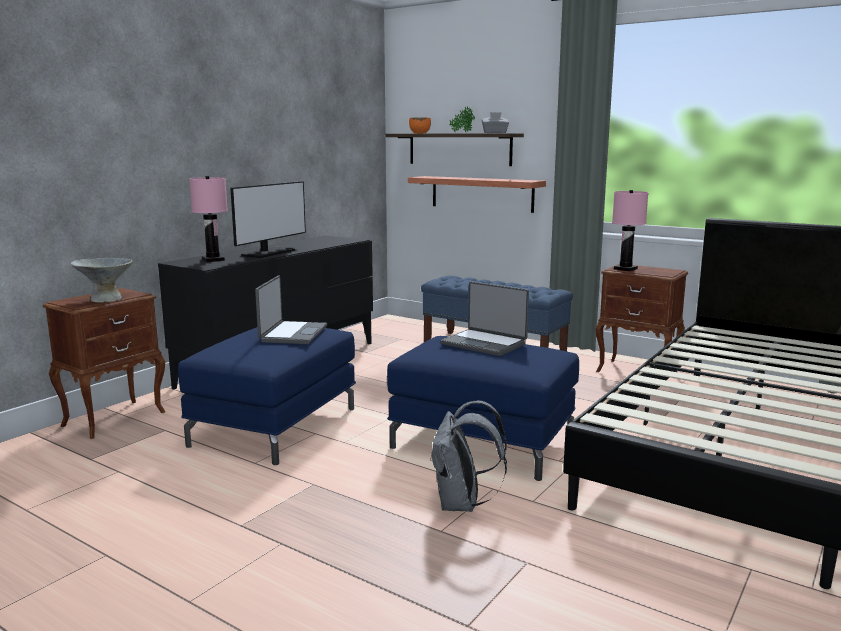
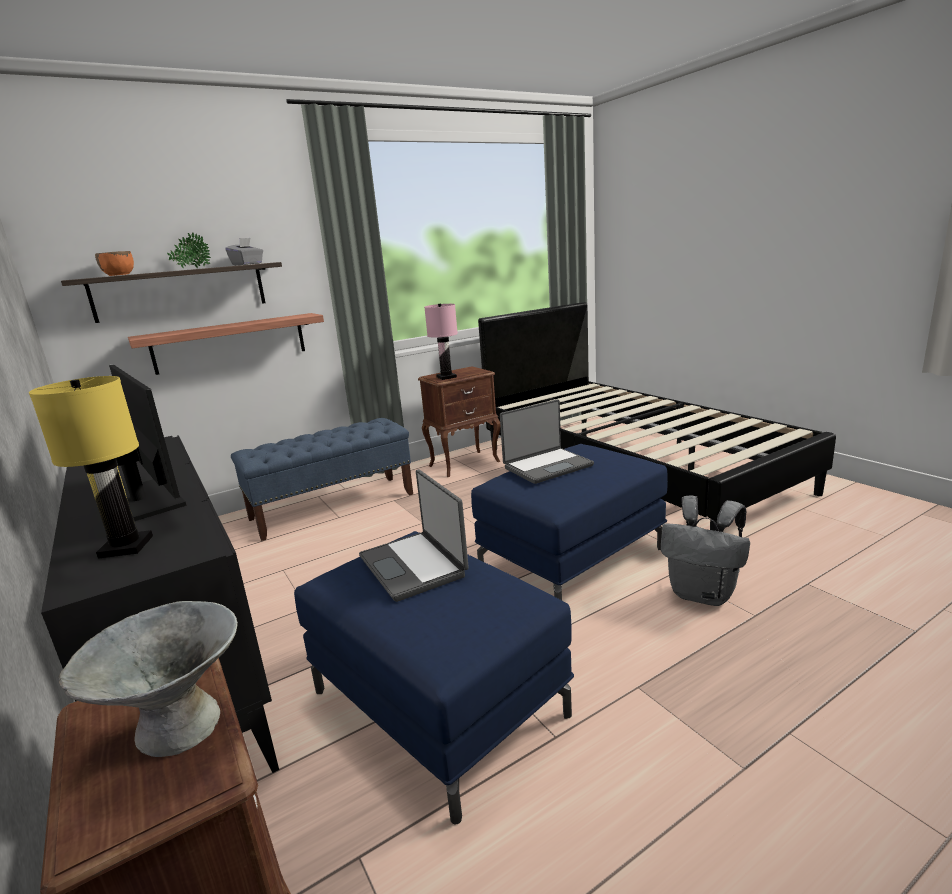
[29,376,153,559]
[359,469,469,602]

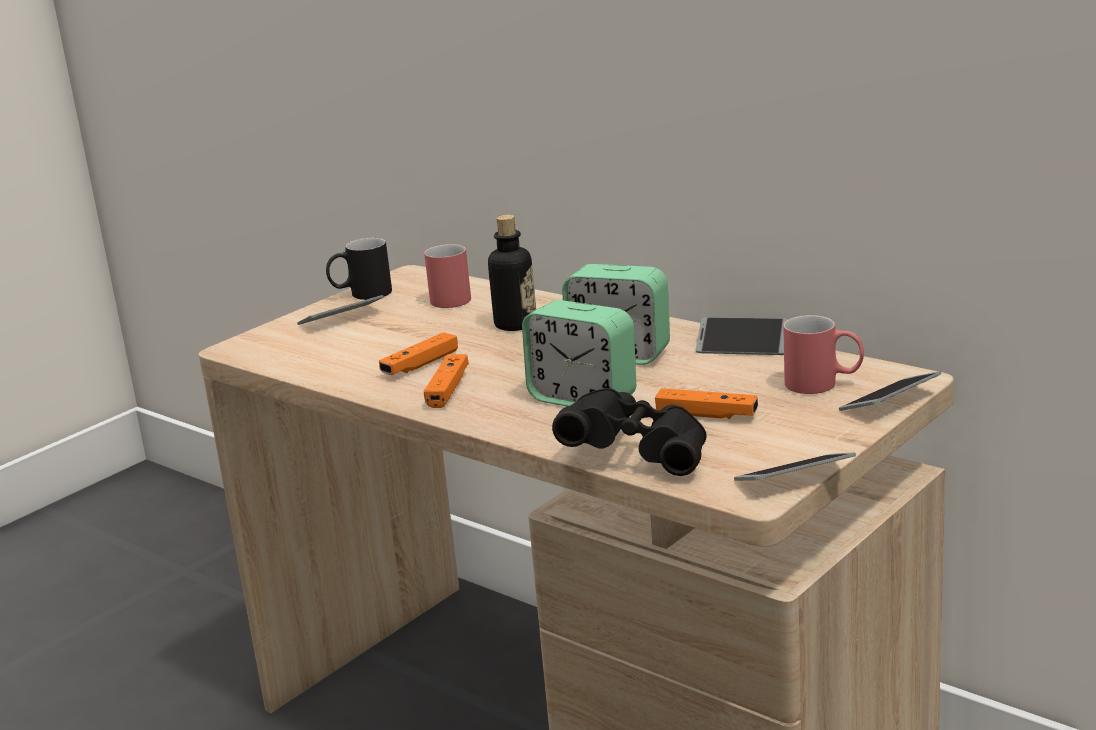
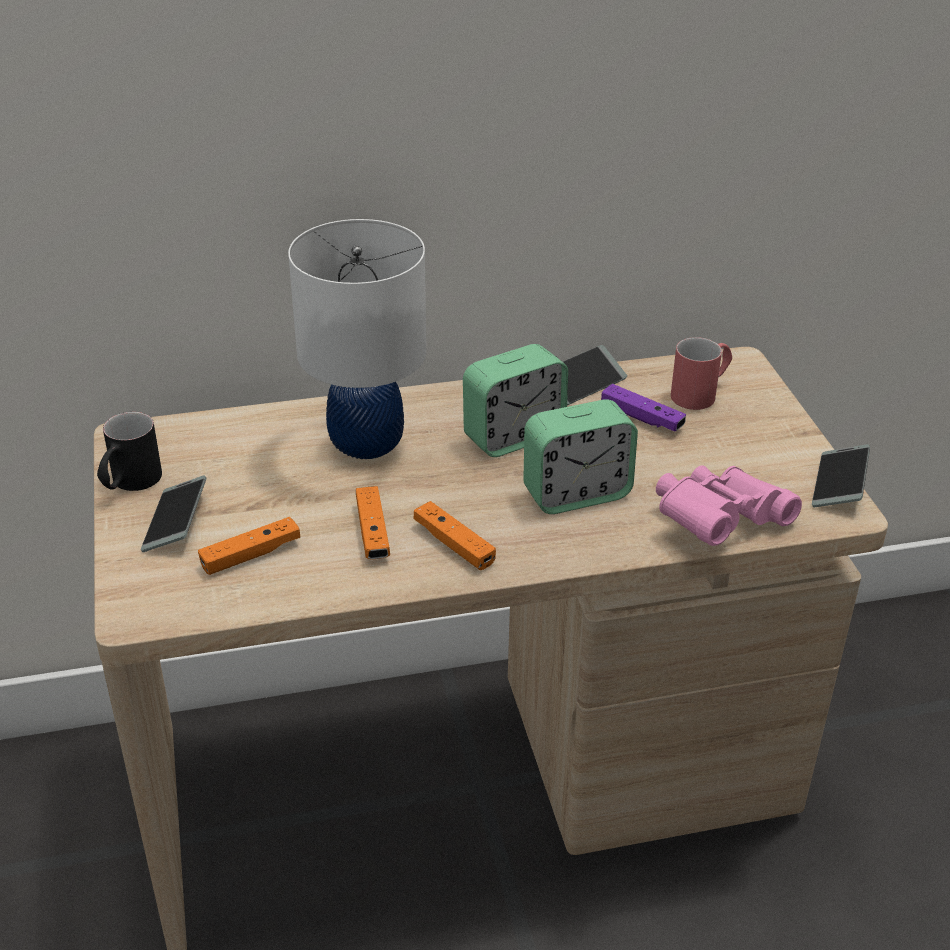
[288,219,426,459]
[424,244,471,308] (first image)
[839,371,941,411] (first image)
[656,465,802,546]
[198,517,300,575]
[601,384,686,431]

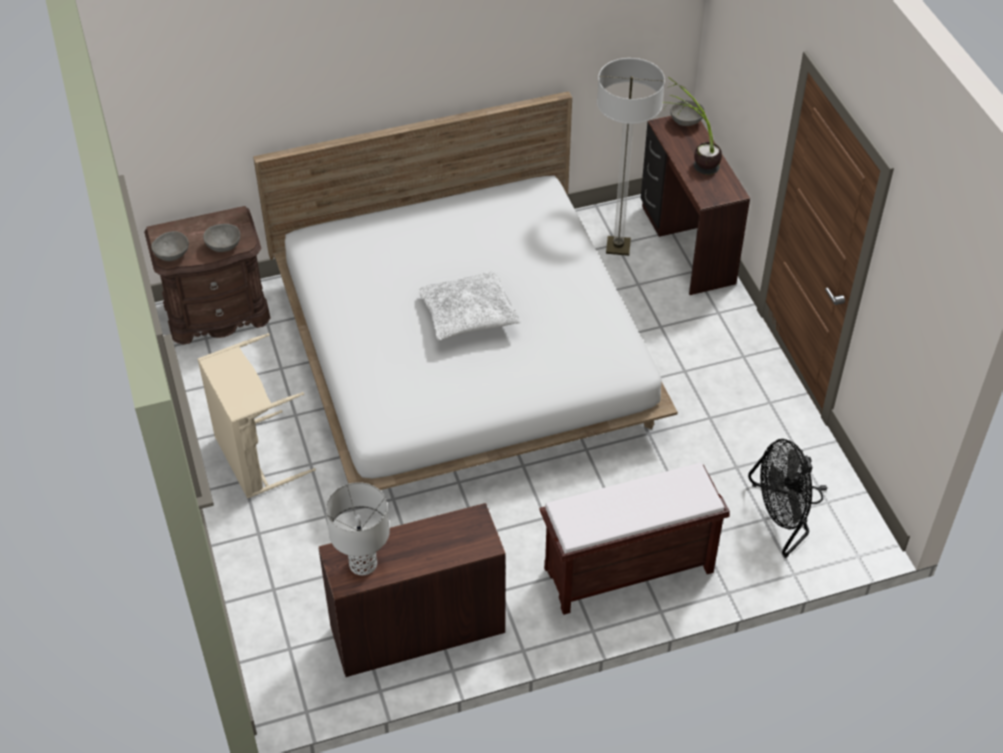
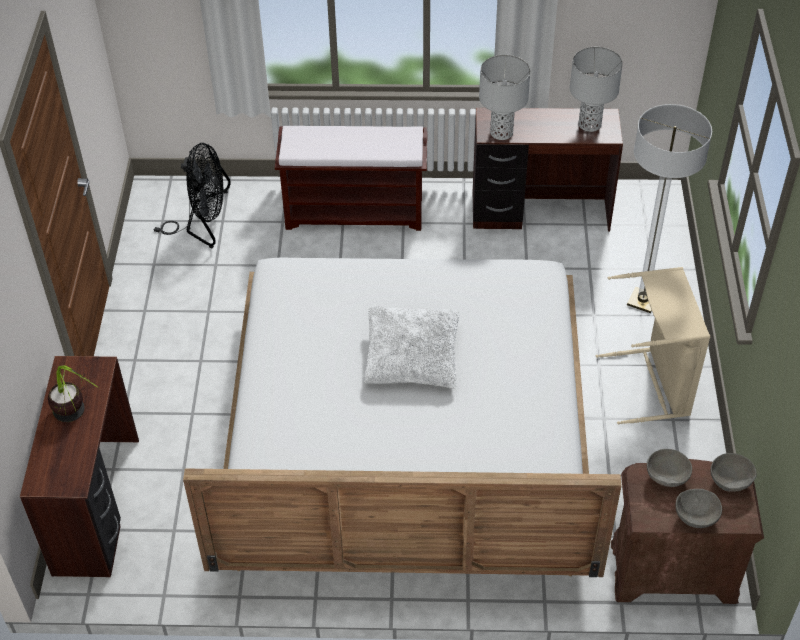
[627,104,712,313]
[676,489,722,528]
[479,55,530,140]

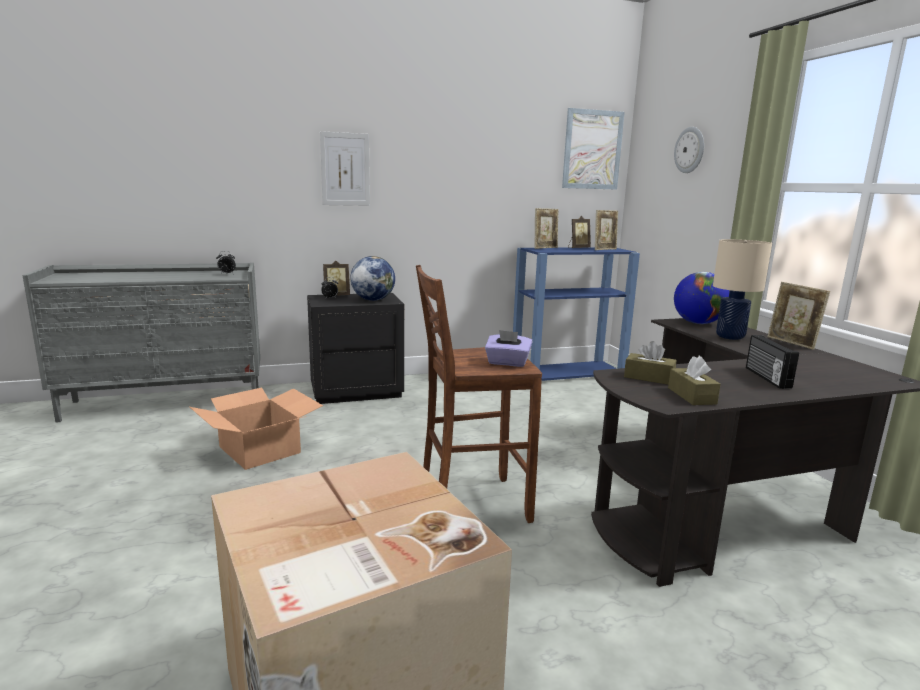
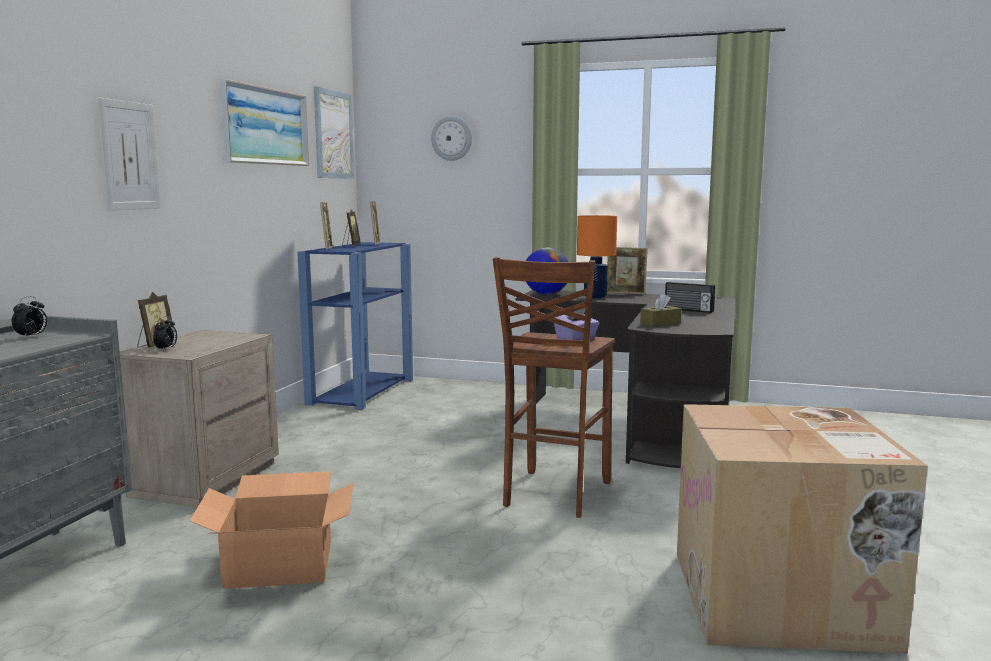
[577,215,617,298]
[350,256,395,301] (first image)
[120,330,279,508]
[668,356,721,405] (first image)
[220,79,309,166]

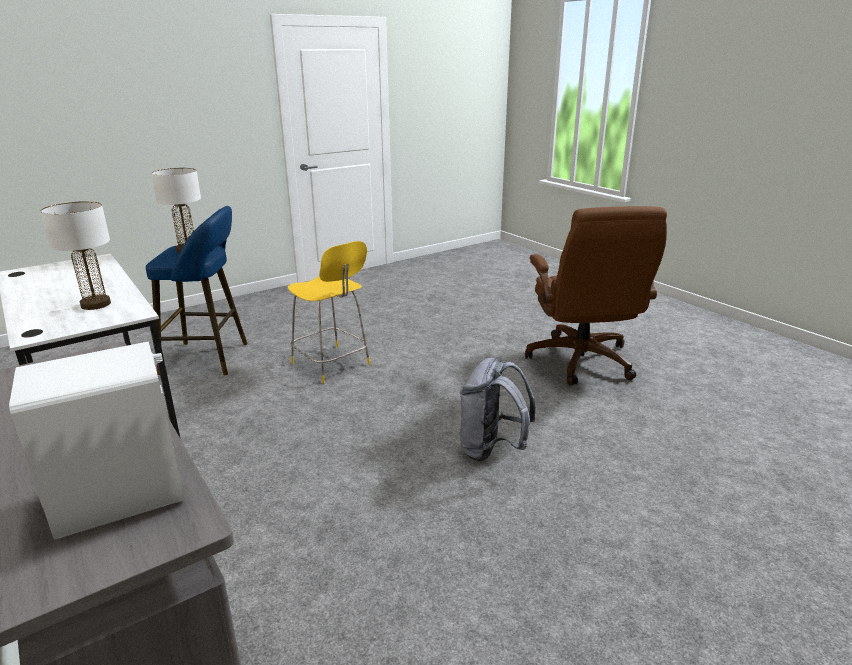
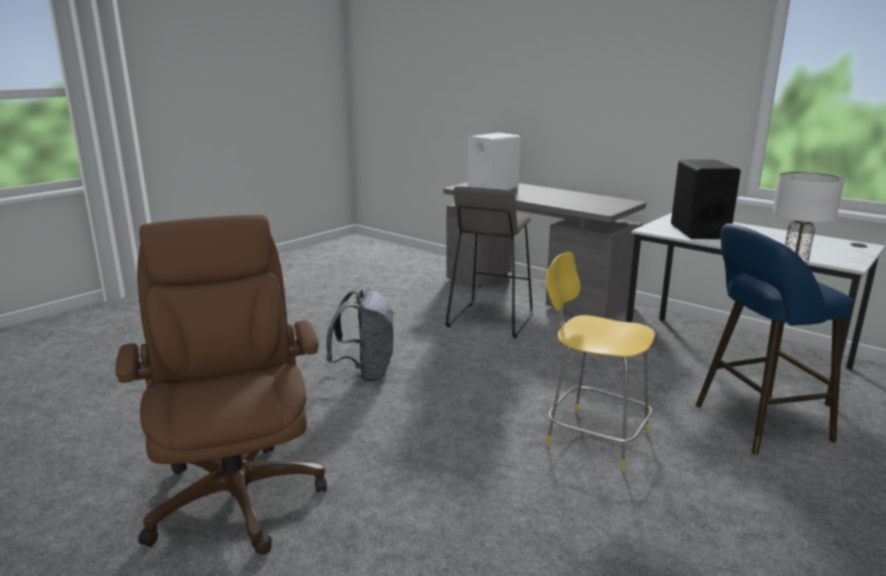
[671,159,741,239]
[446,186,533,338]

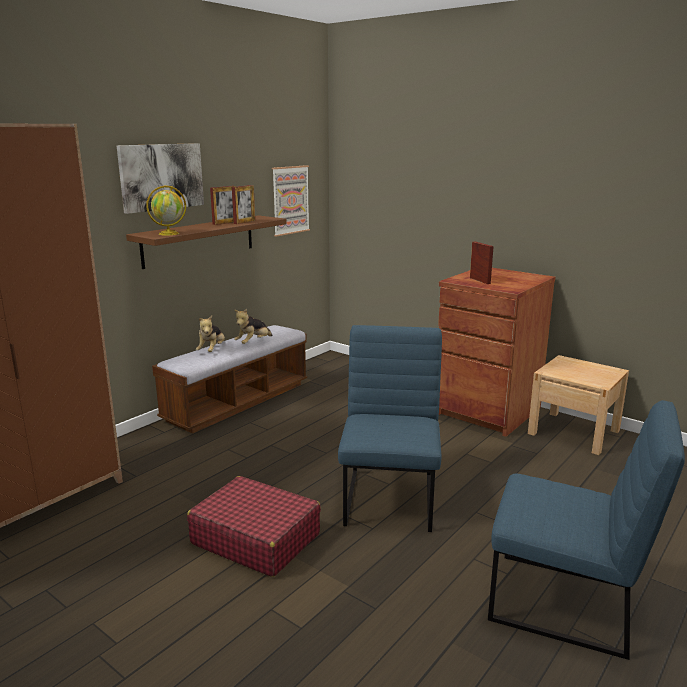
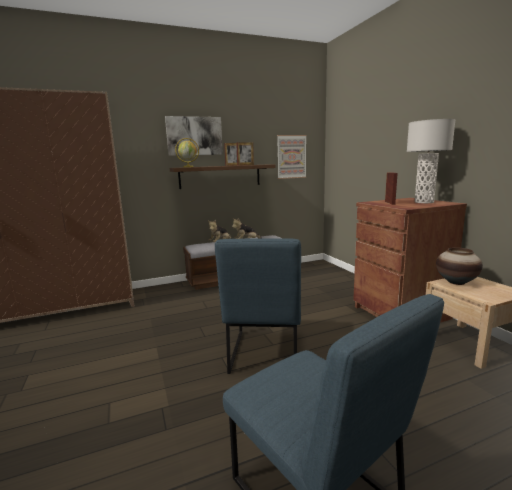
[215,238,301,374]
[187,476,321,577] (first image)
[407,119,455,203]
[436,247,483,285]

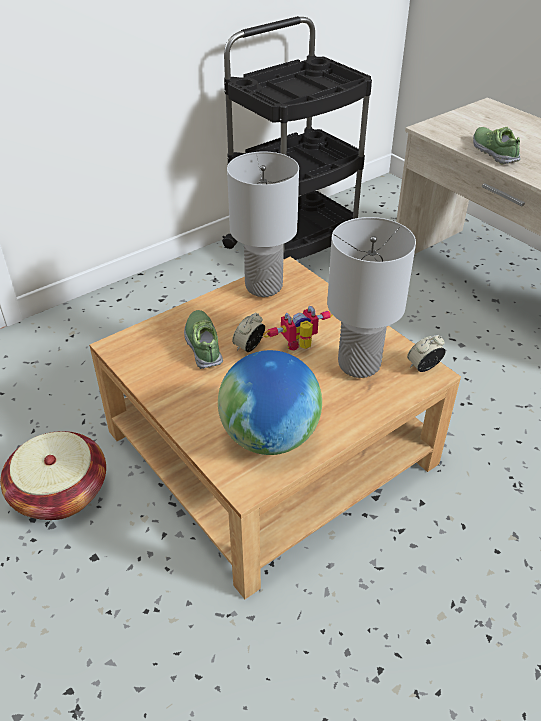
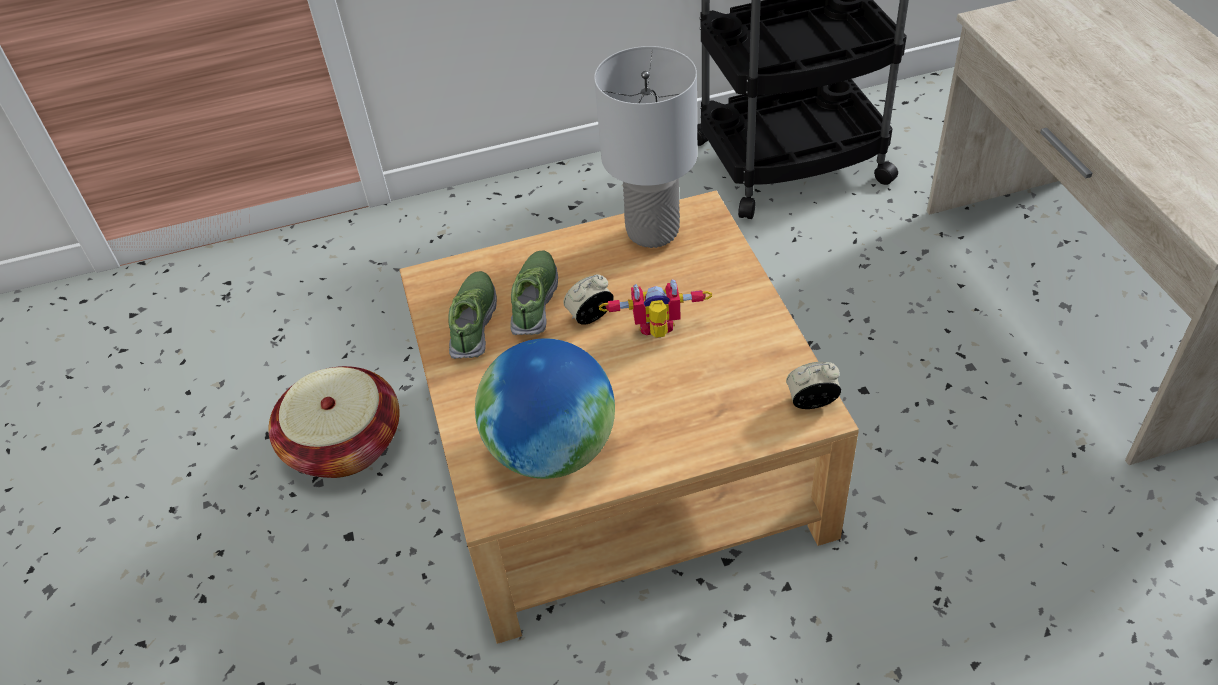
[448,271,497,359]
[327,217,416,378] (first image)

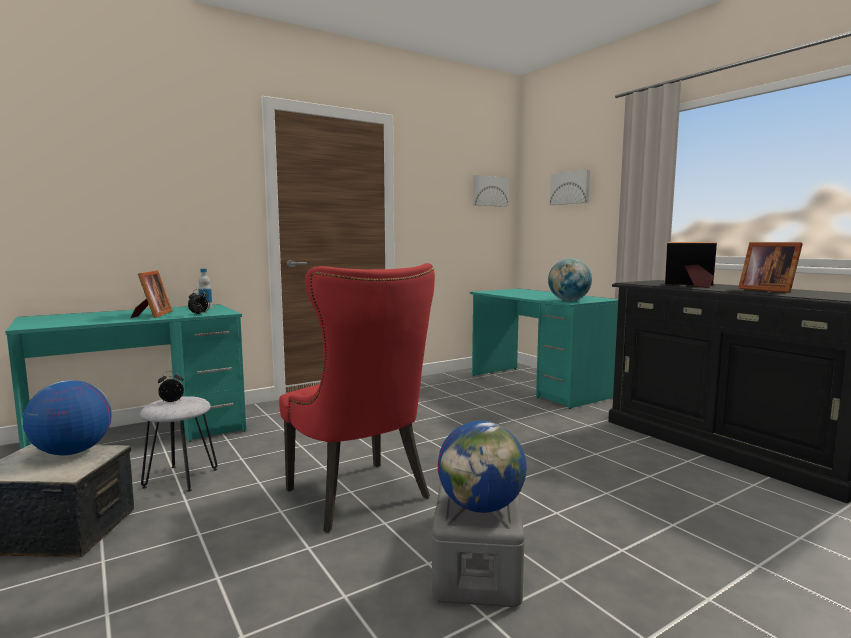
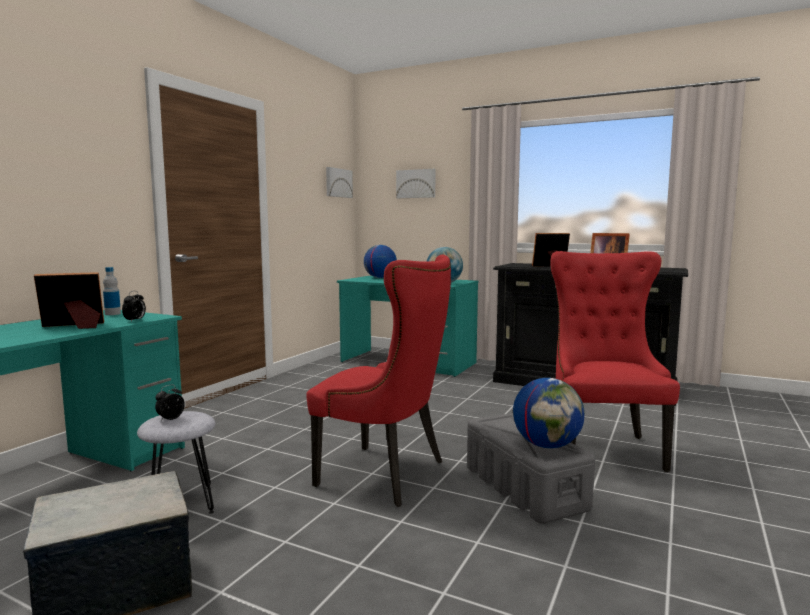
[34,272,104,329]
[364,245,397,278]
[551,251,680,472]

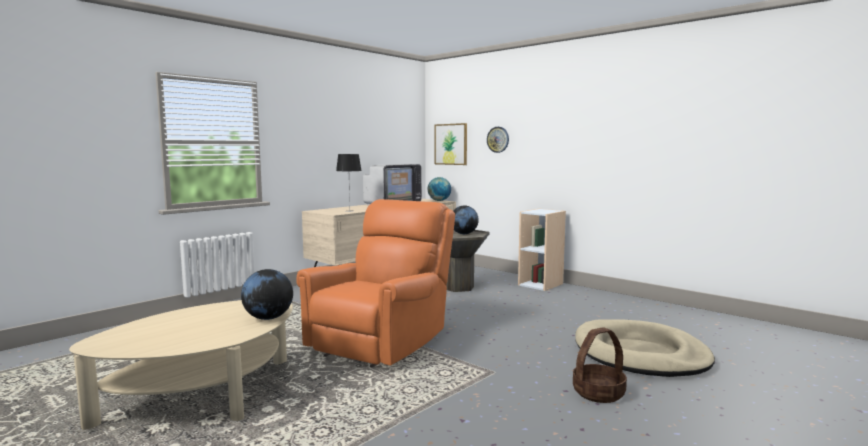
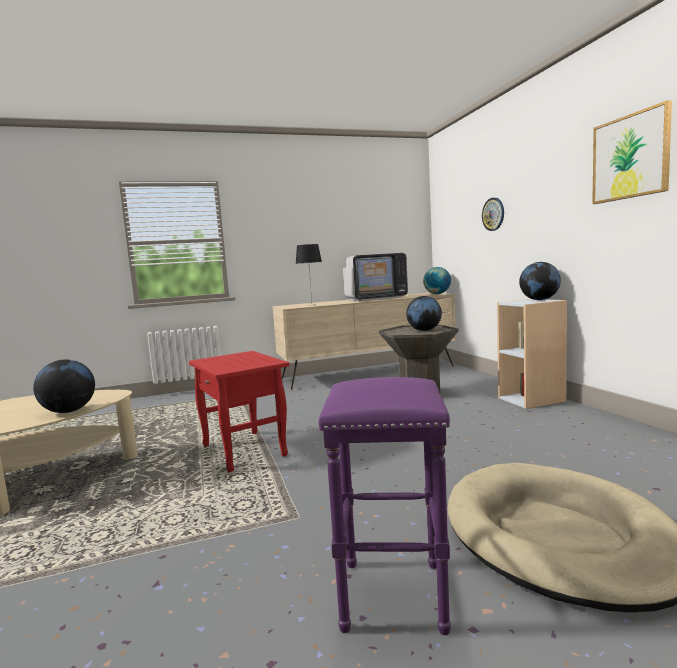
[592,100,672,204]
[188,351,290,472]
[318,377,451,635]
[519,262,561,300]

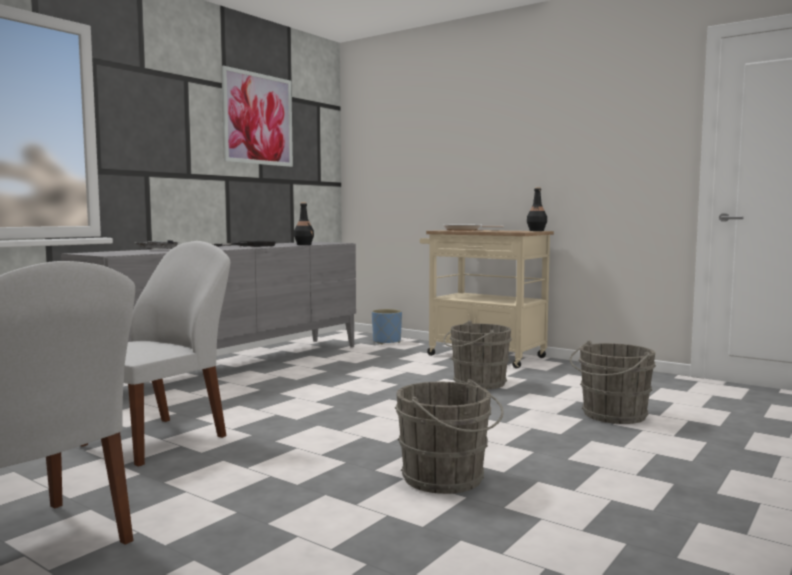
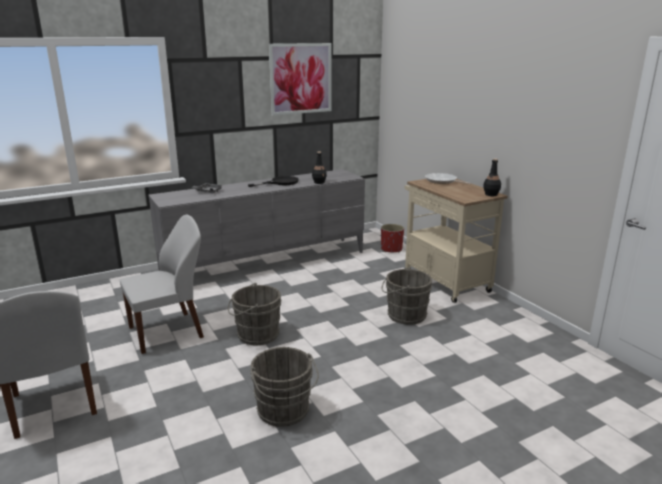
[381,224,404,253]
[228,283,281,345]

